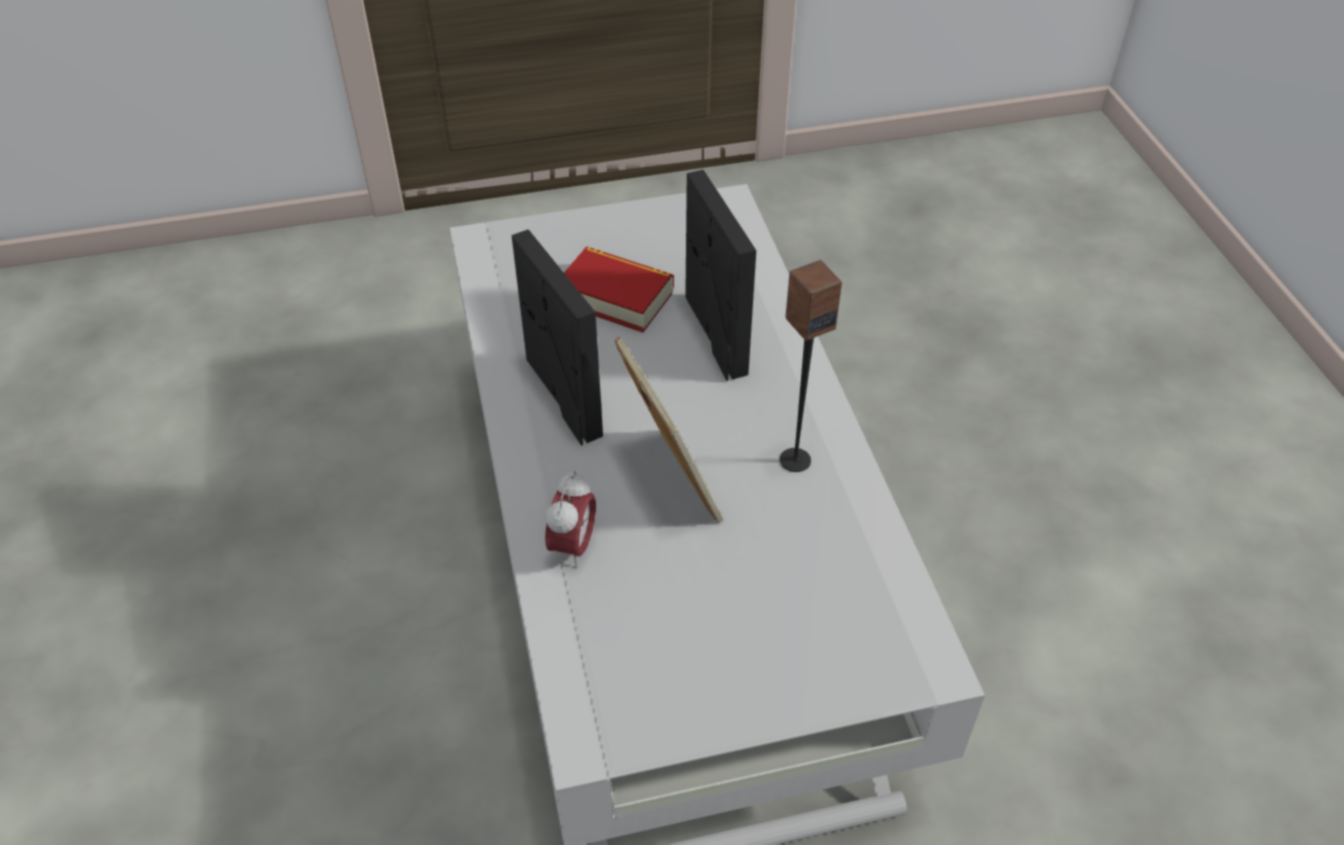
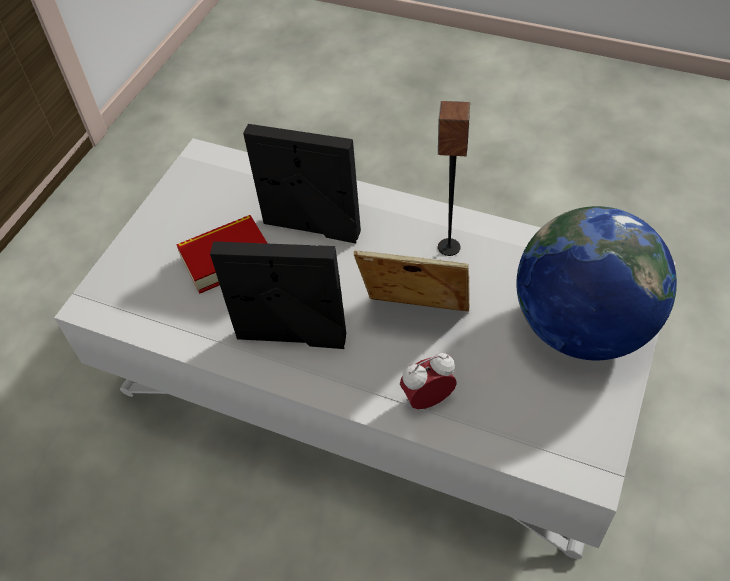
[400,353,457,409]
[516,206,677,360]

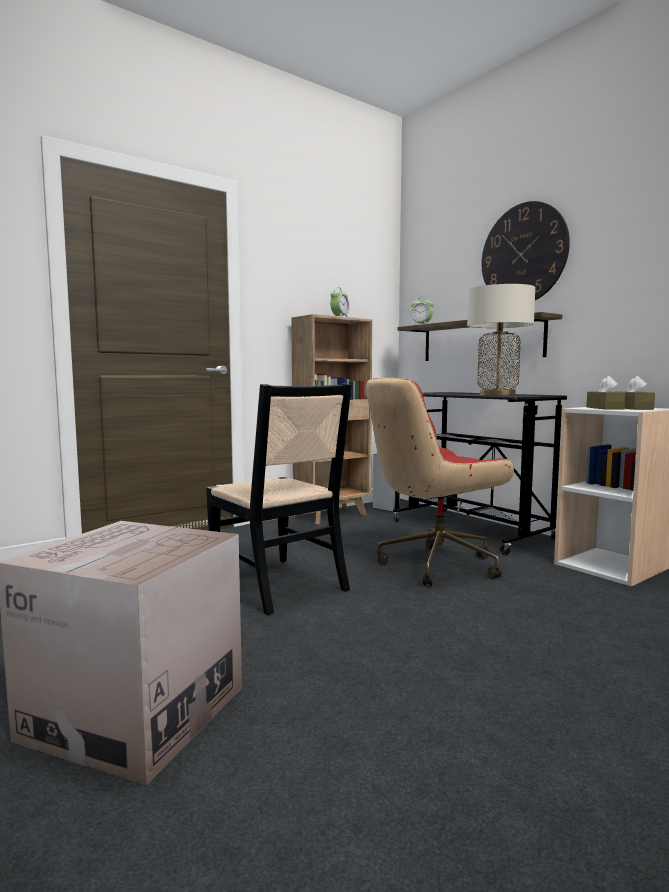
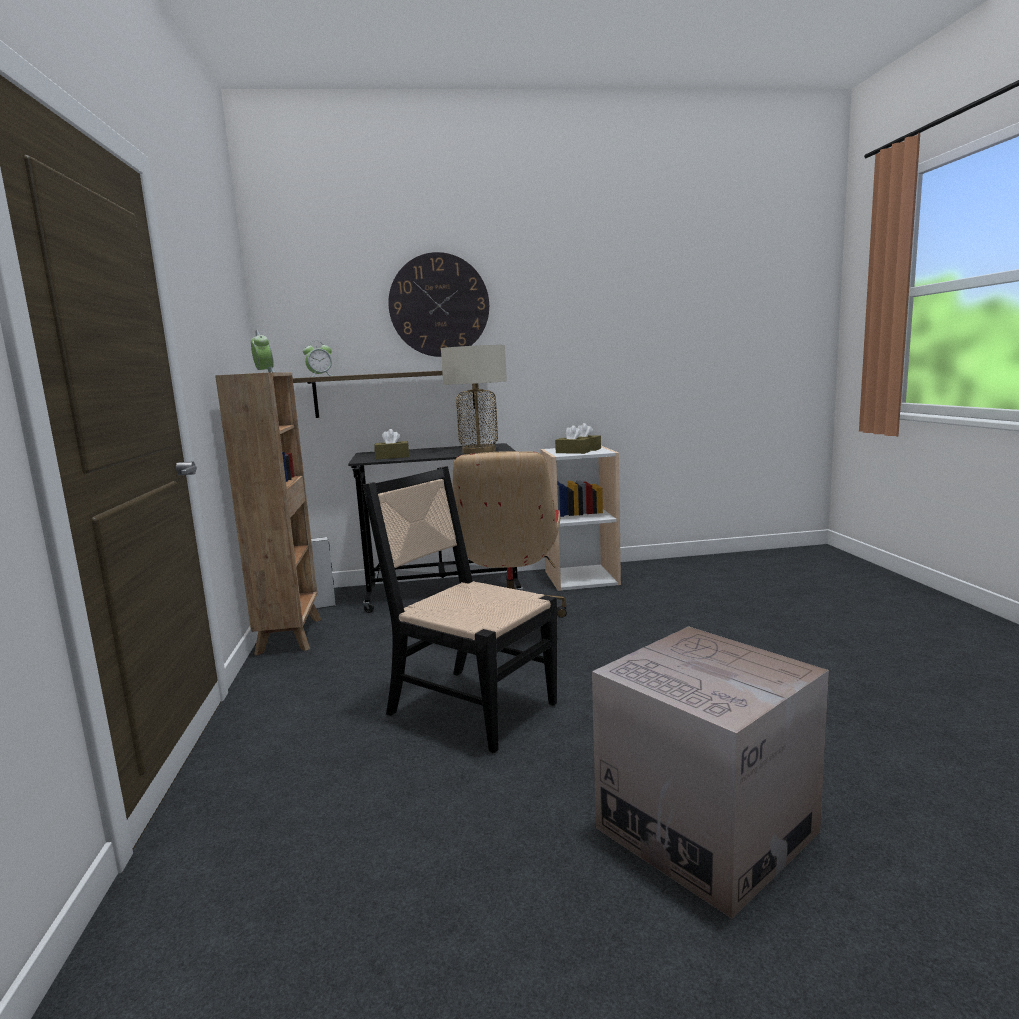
[363,466,557,753]
[374,429,409,459]

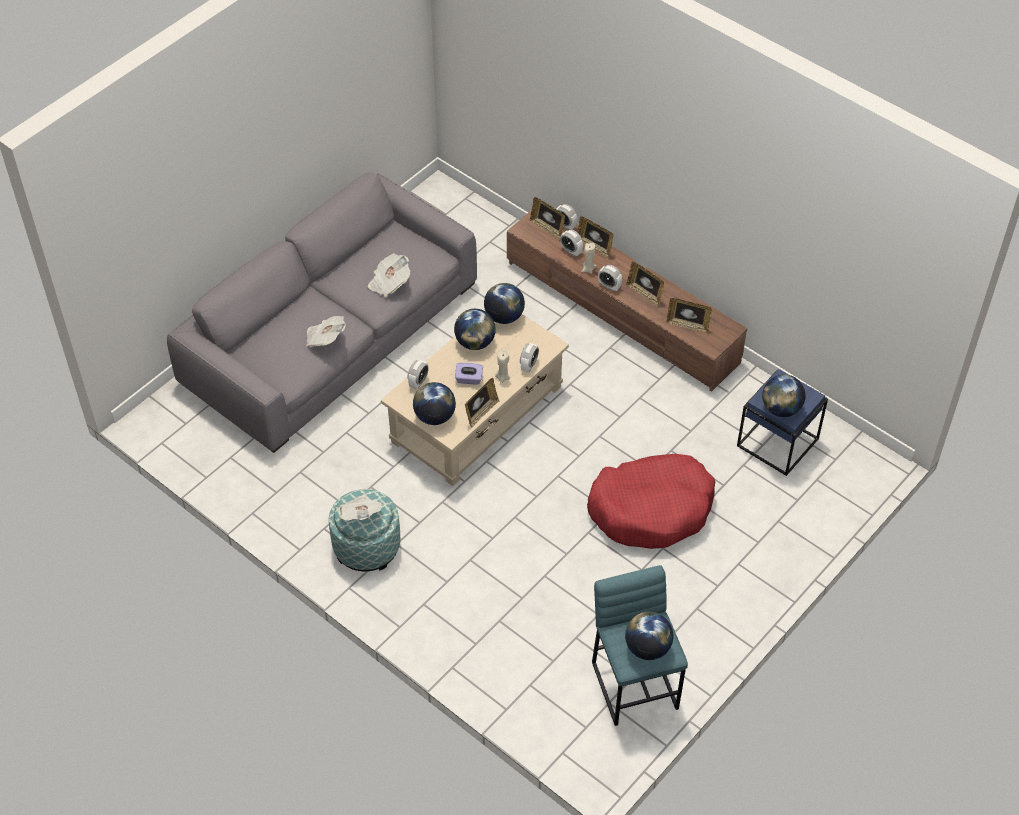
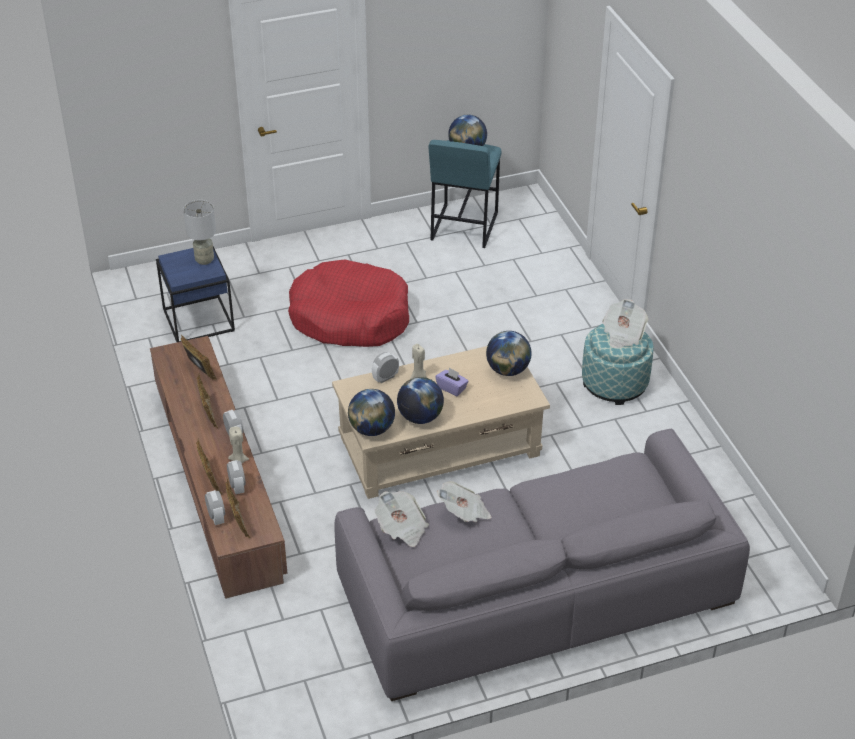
[375,491,429,547]
[407,360,429,389] (first image)
[183,200,216,265]
[465,378,499,428] (first image)

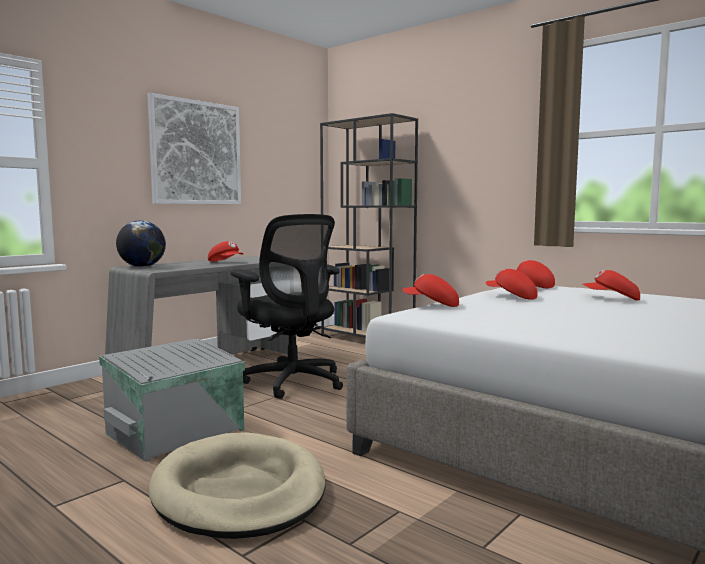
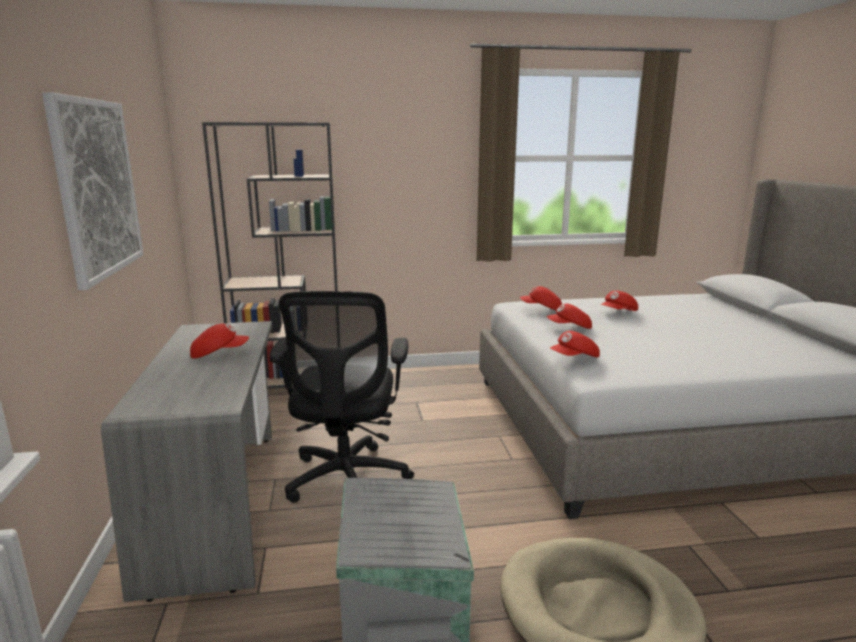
[270,291,414,503]
[116,220,166,267] (first image)

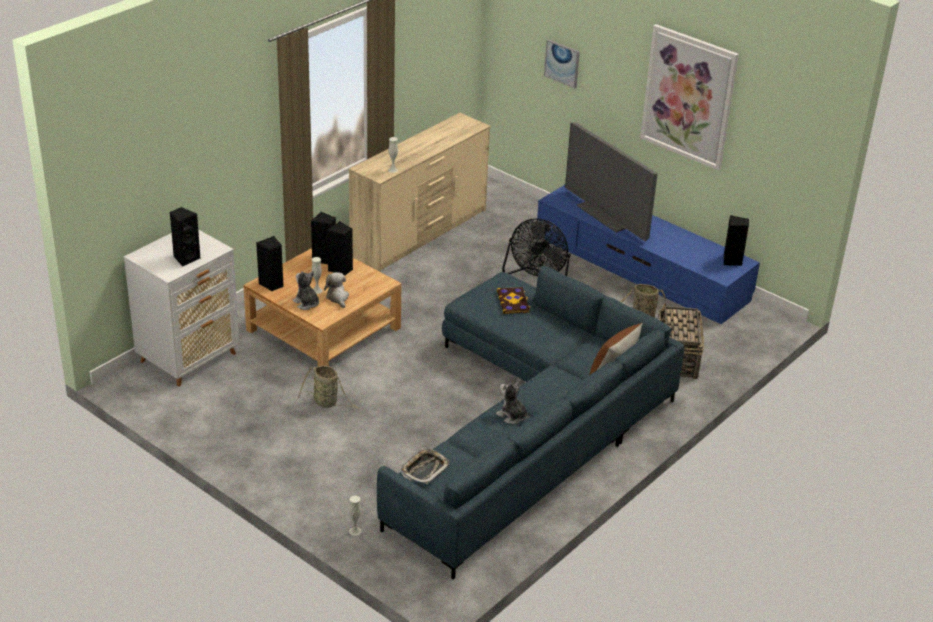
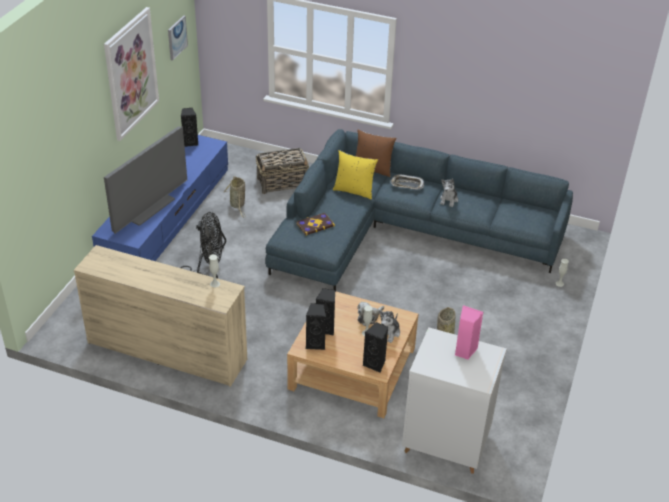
[168,15,188,61]
[455,305,484,360]
[391,174,424,190]
[333,150,378,199]

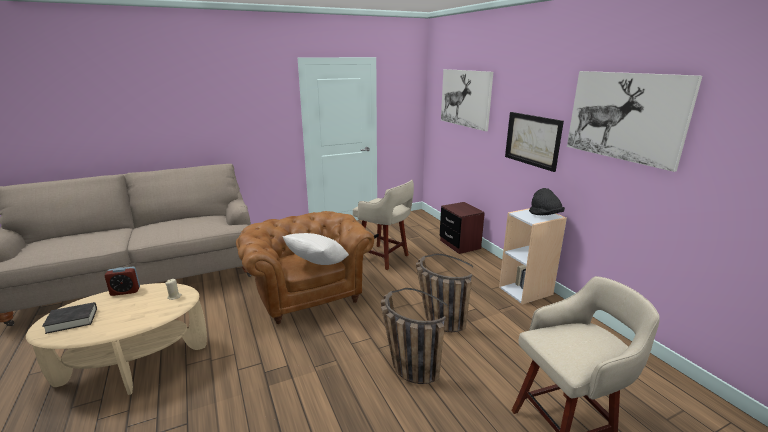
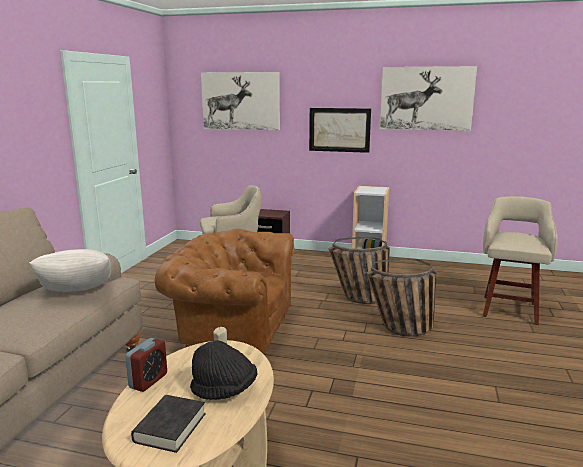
[190,340,257,400]
[29,249,111,292]

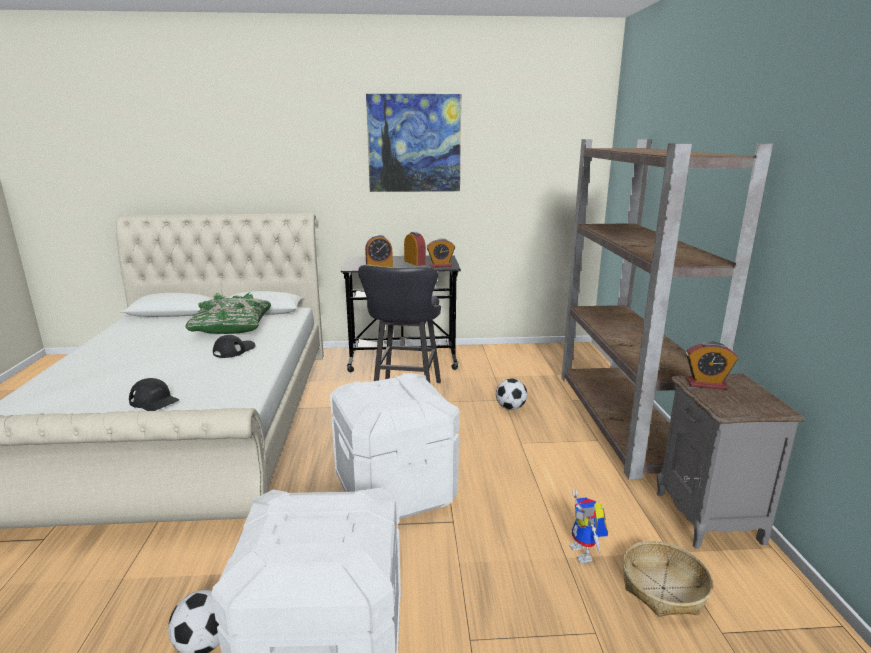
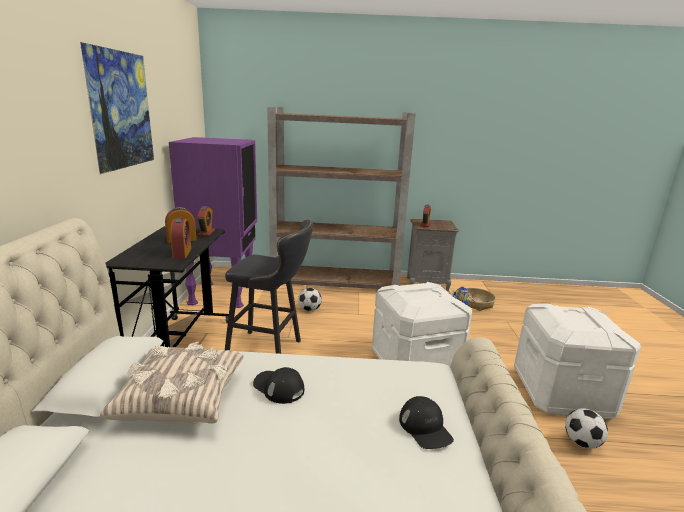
[100,342,244,424]
[399,396,454,449]
[169,137,257,308]

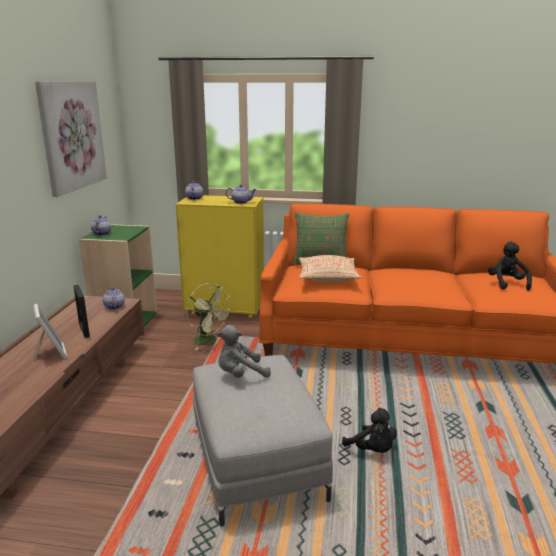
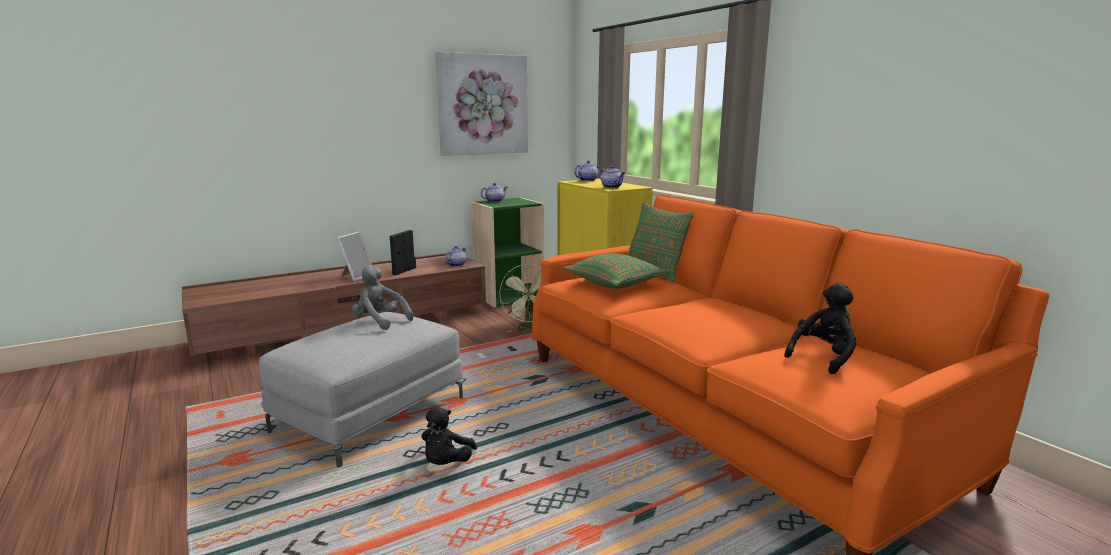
[563,254,669,289]

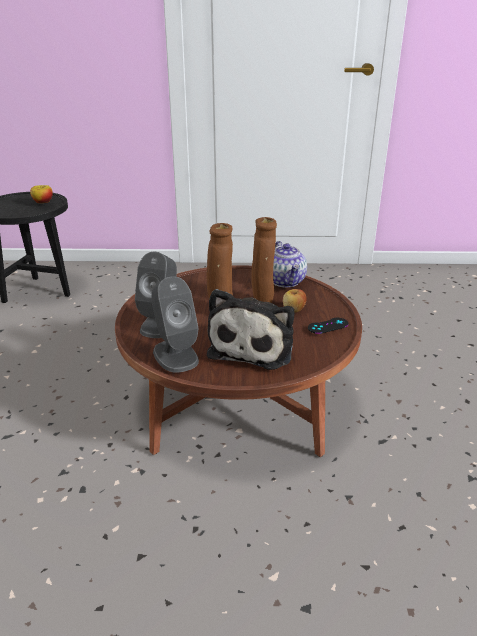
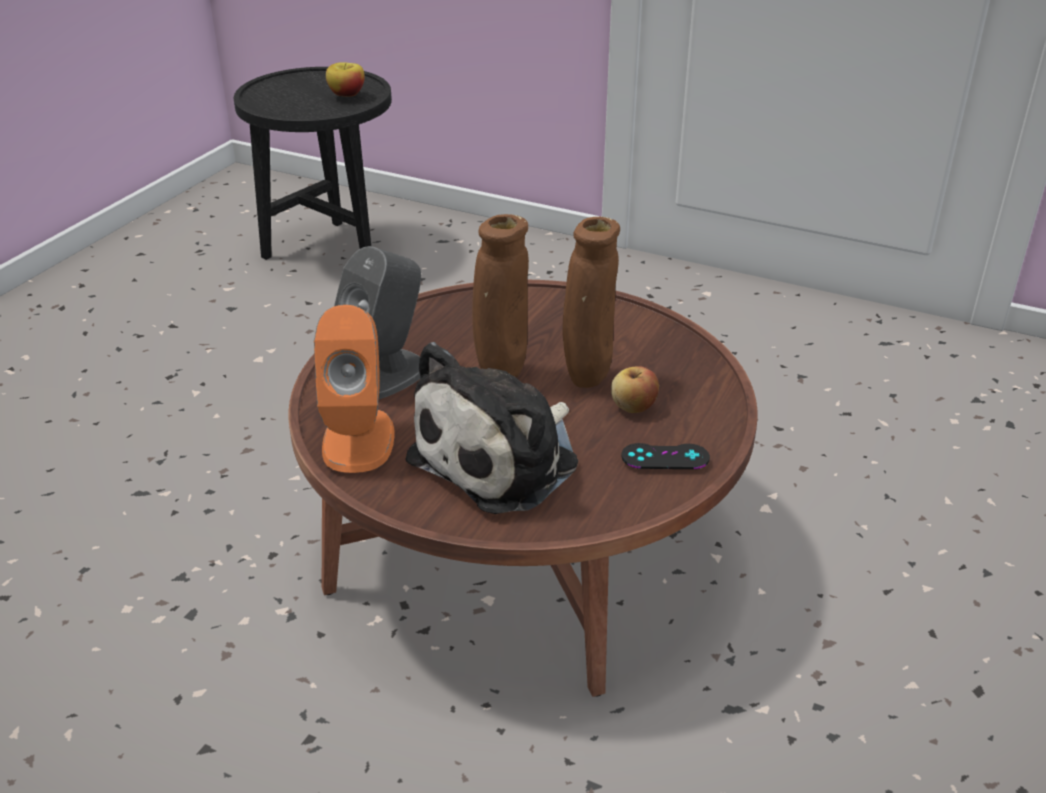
[273,241,307,287] (first image)
[314,305,394,473]

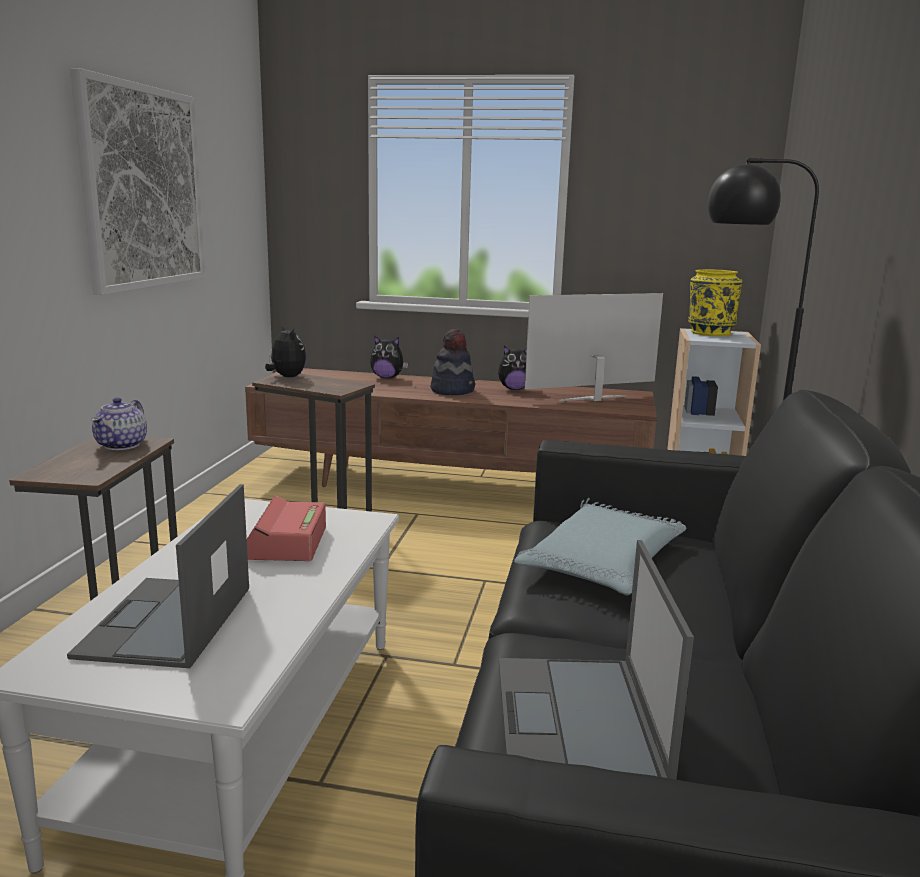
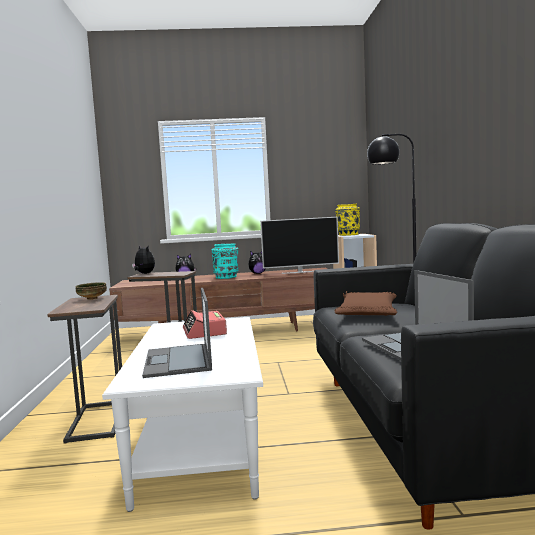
[70,68,205,295] (first image)
[260,217,339,274]
[212,243,238,279]
[75,282,107,300]
[334,291,397,316]

